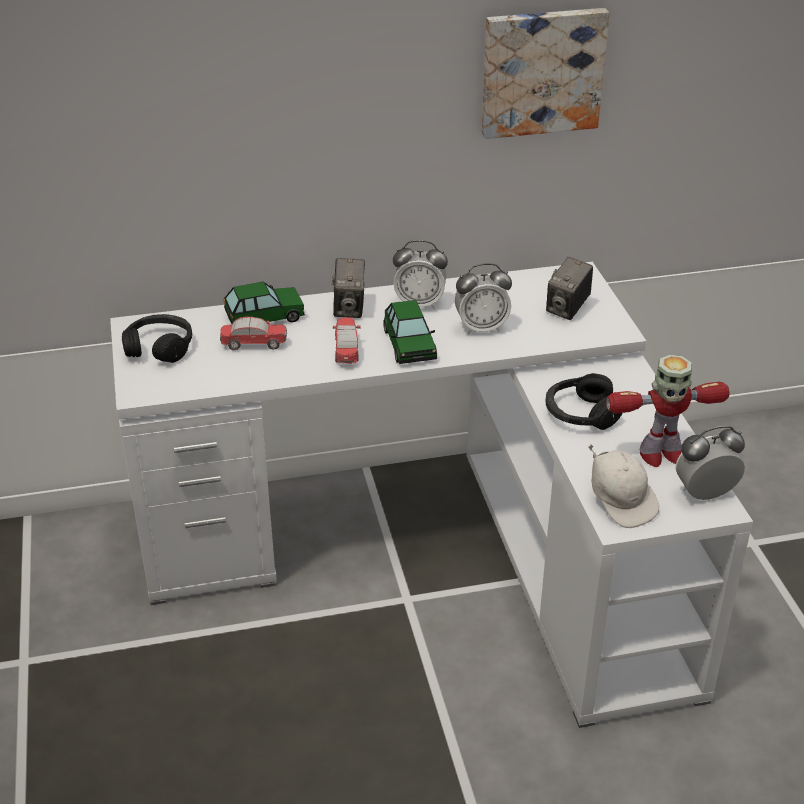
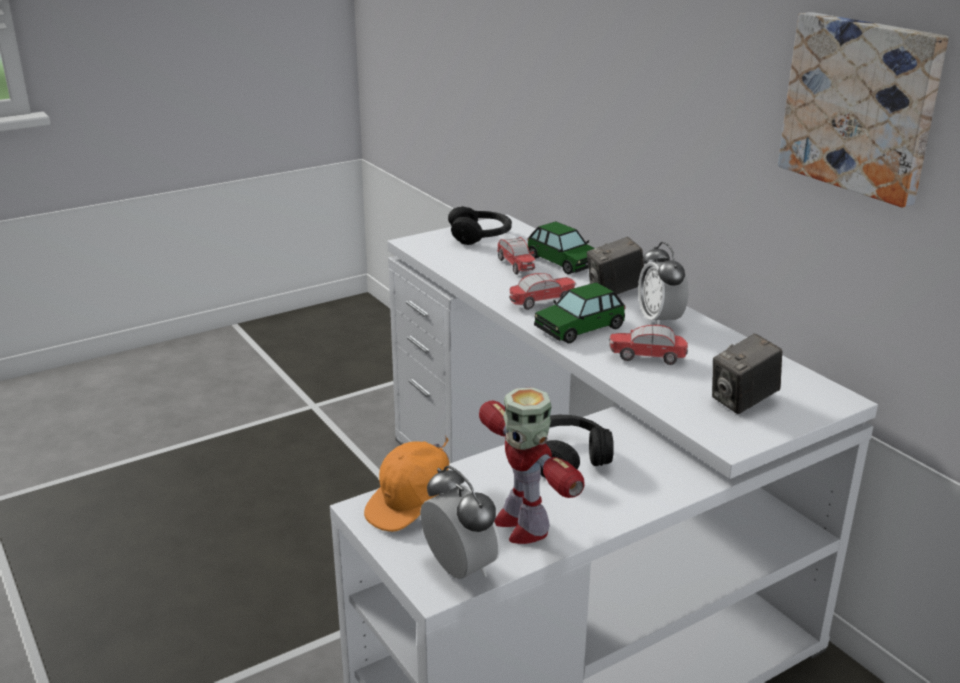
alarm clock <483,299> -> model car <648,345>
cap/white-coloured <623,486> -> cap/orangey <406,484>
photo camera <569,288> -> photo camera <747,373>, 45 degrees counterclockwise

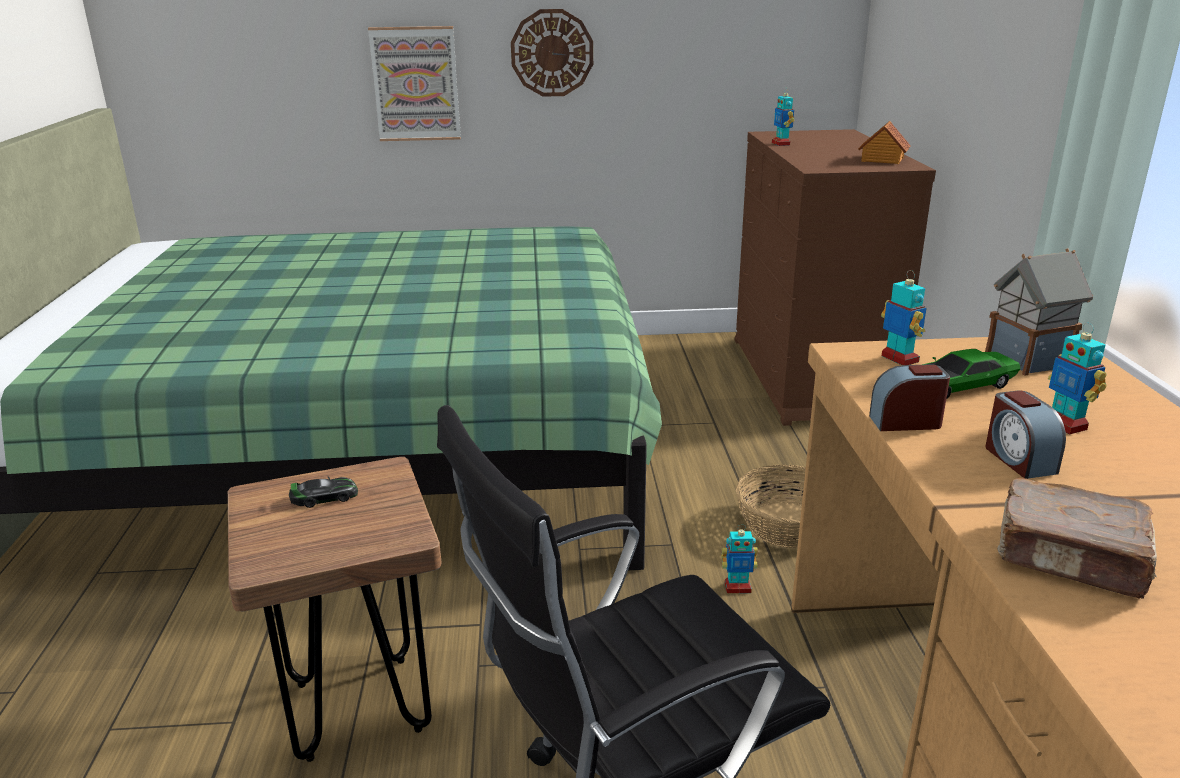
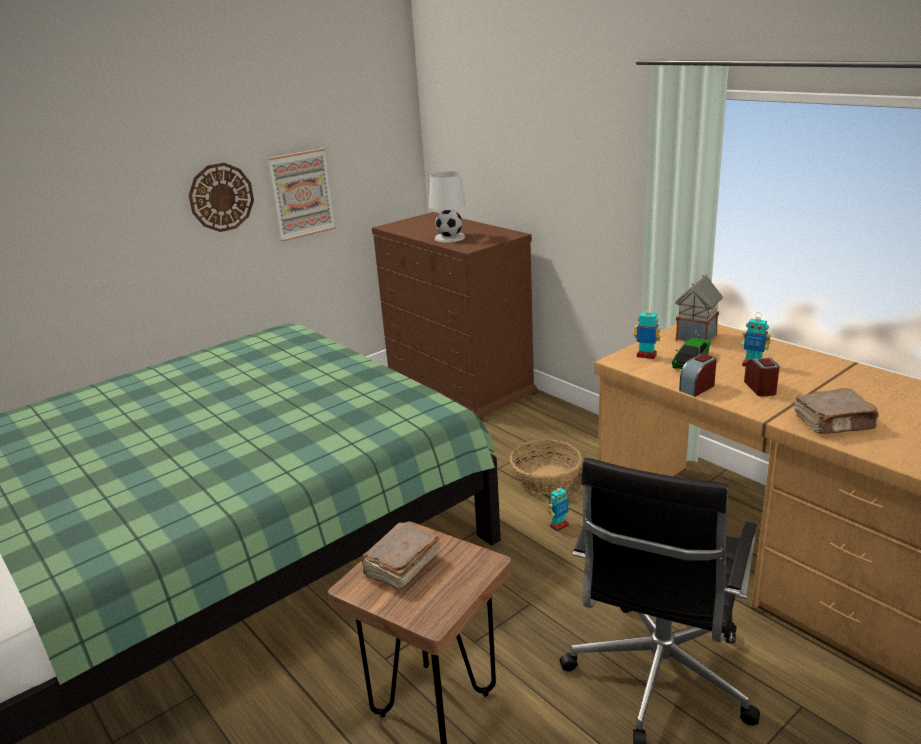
robot figure <783,119> -> none
toy house <884,142> -> none
none -> tabletop lamp/white-coloured <447,207>
wall picture <414,83> -> wall picture <302,194>, shifted
model car <323,492> -> volume/brown-coloured <400,556>
alarm clock <1025,435> -> alarm clock <762,377>, 135 degrees counterclockwise

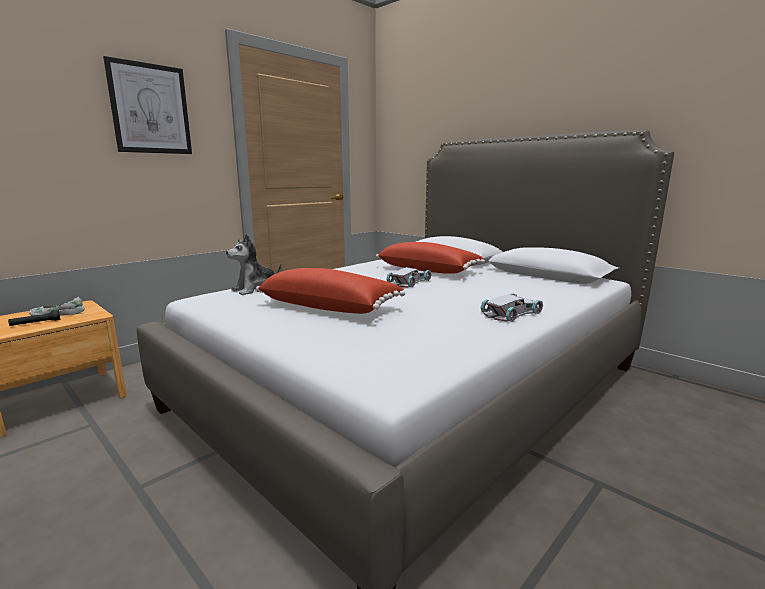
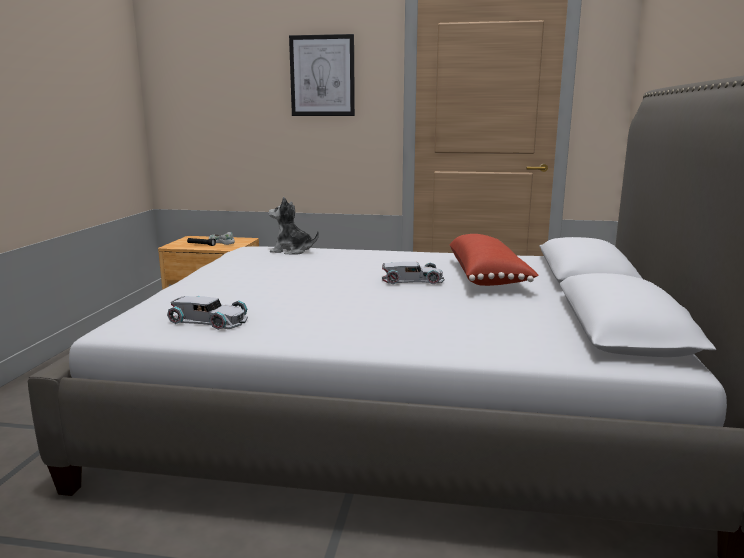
throw pillow/red <330,291> -> none
model car/white-coloured <511,307> -> model car/white-coloured <207,313>, shifted

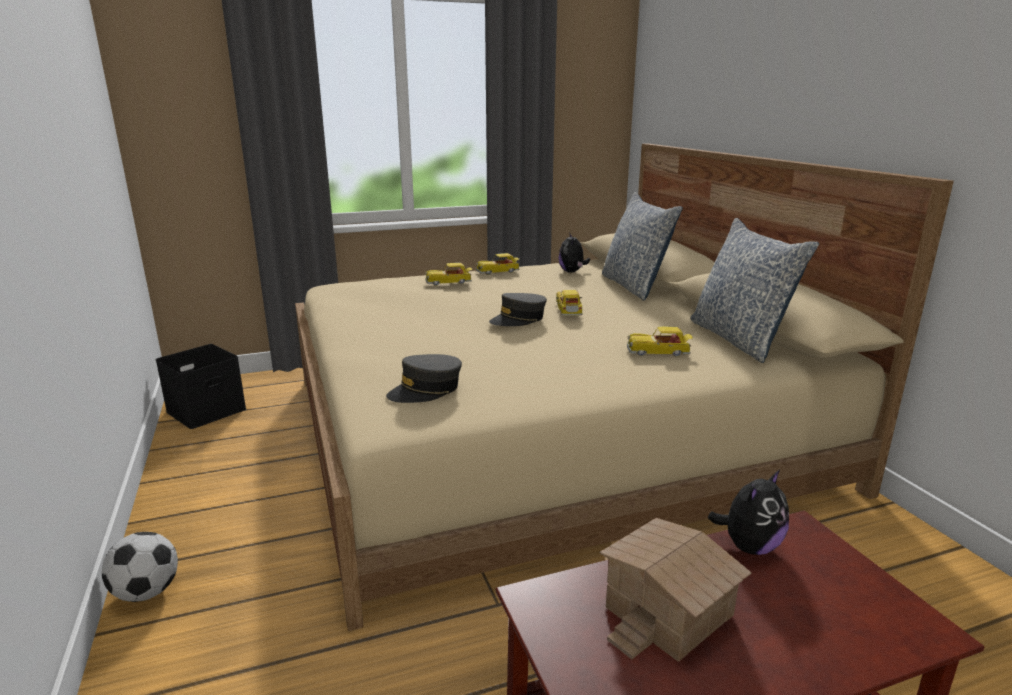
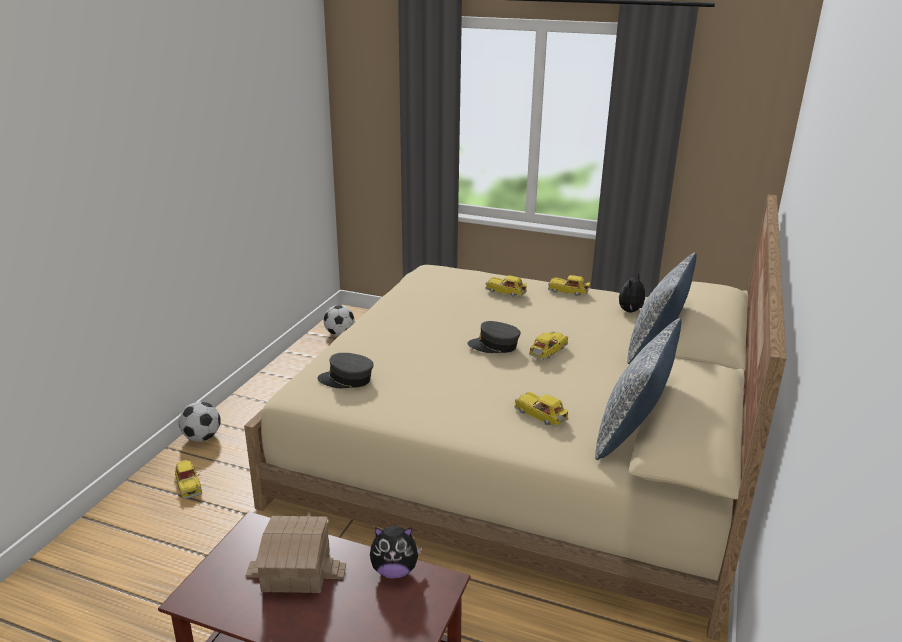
none -> model car <188,479>
storage container/blackish <201,386> -> football <339,320>

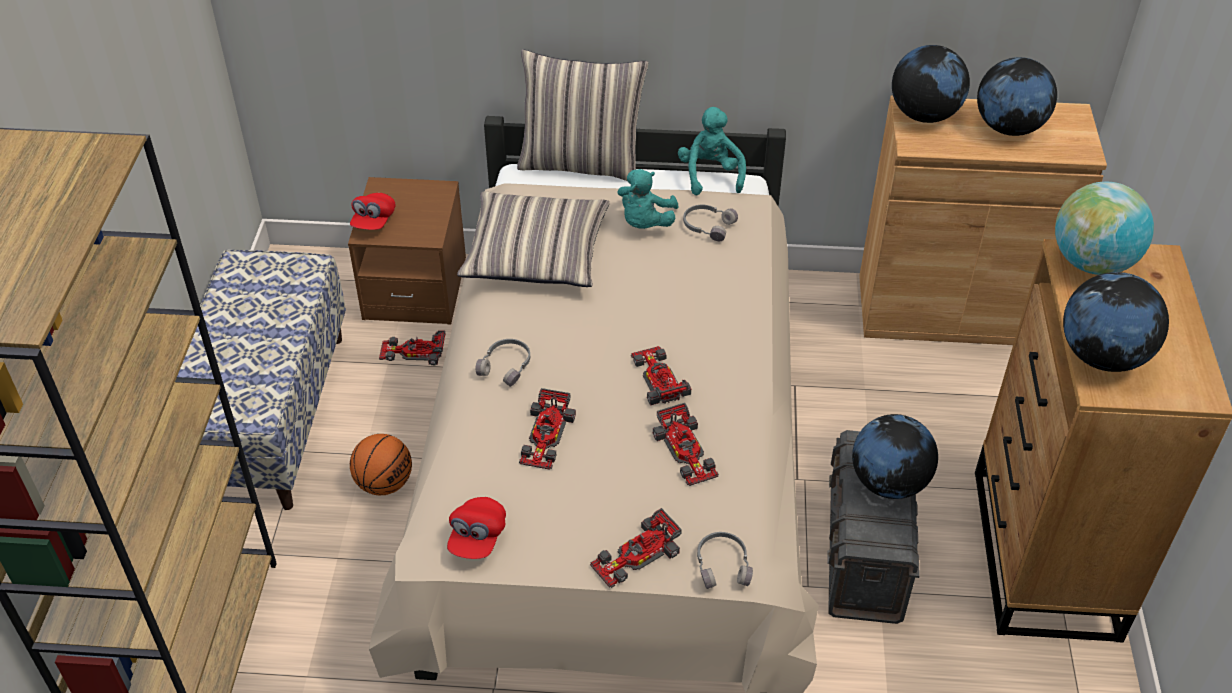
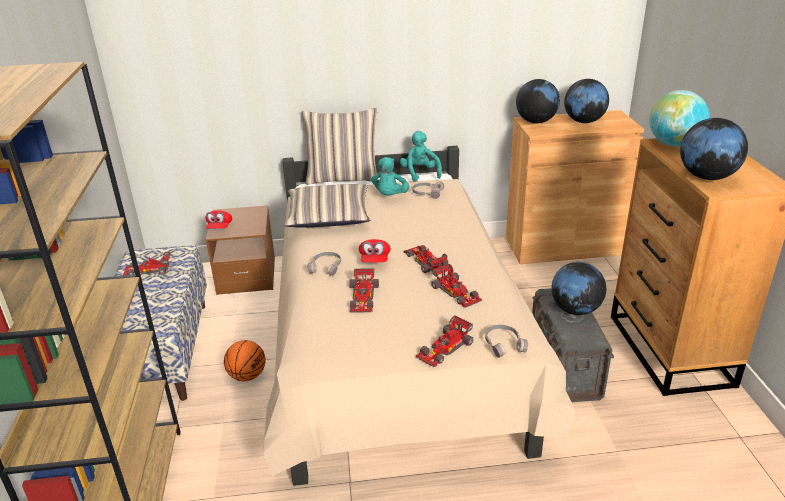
model car <412,347> -> model car <146,263>, shifted
cap/red <476,528> -> cap/red <375,251>, shifted

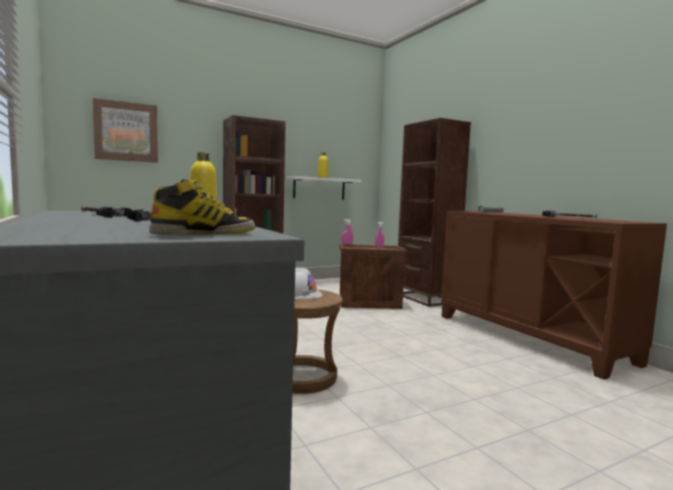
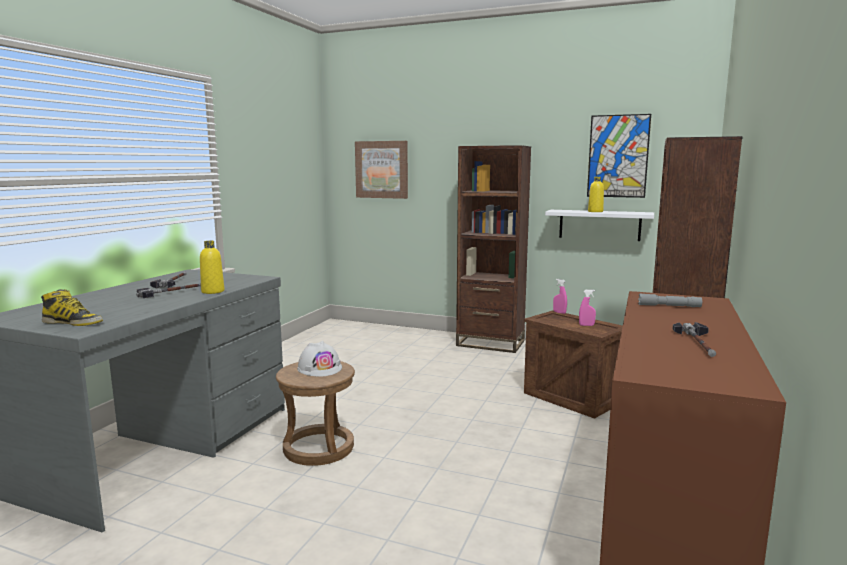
none -> wall picture <619,156>

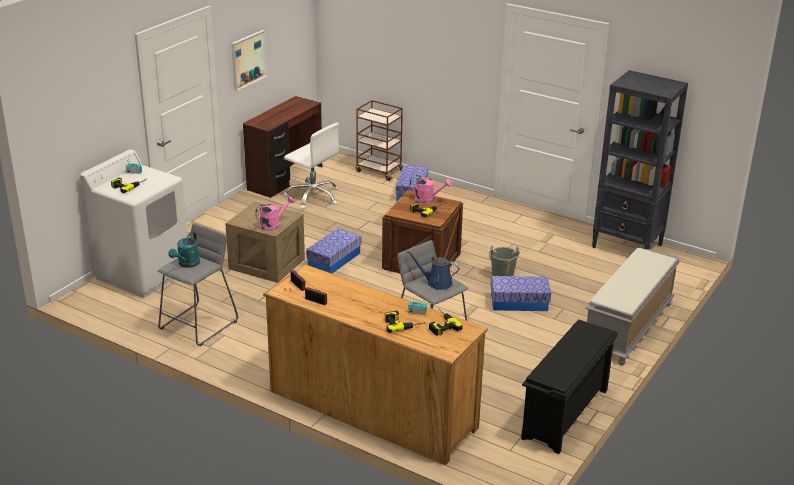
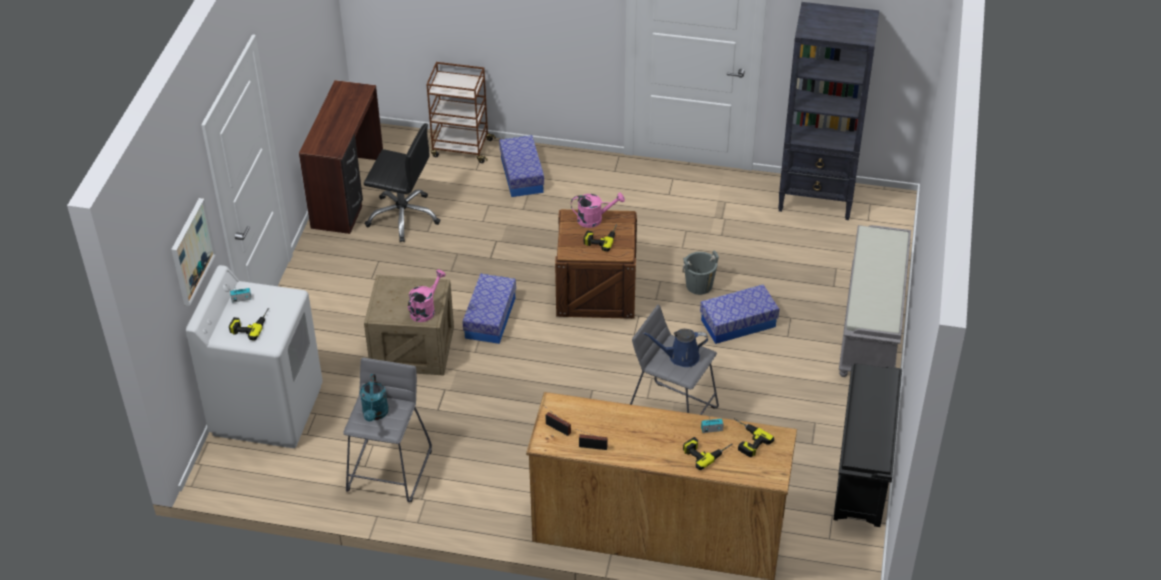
wall picture <249,60> -> wall picture <193,252>, shifted
desk chair/white-coloured <311,165> -> desk chair/blackish <402,182>

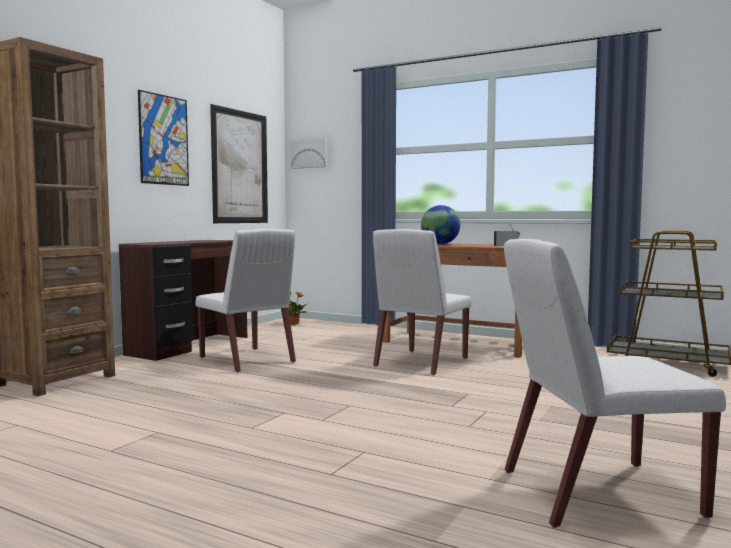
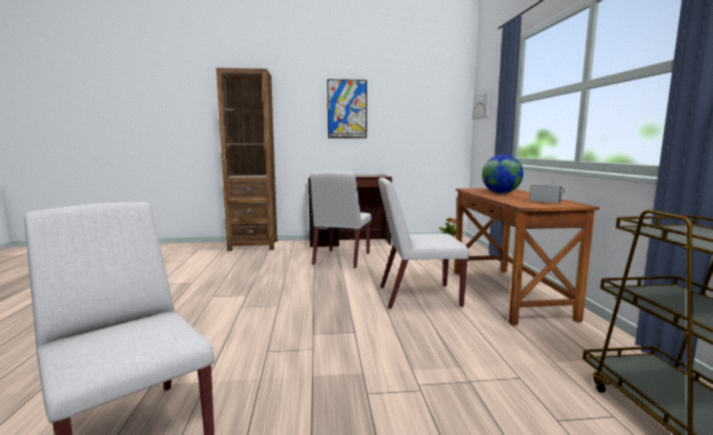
wall picture <239,163> -> none

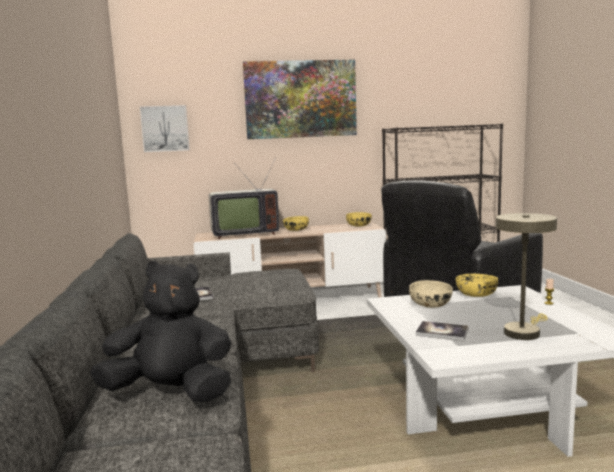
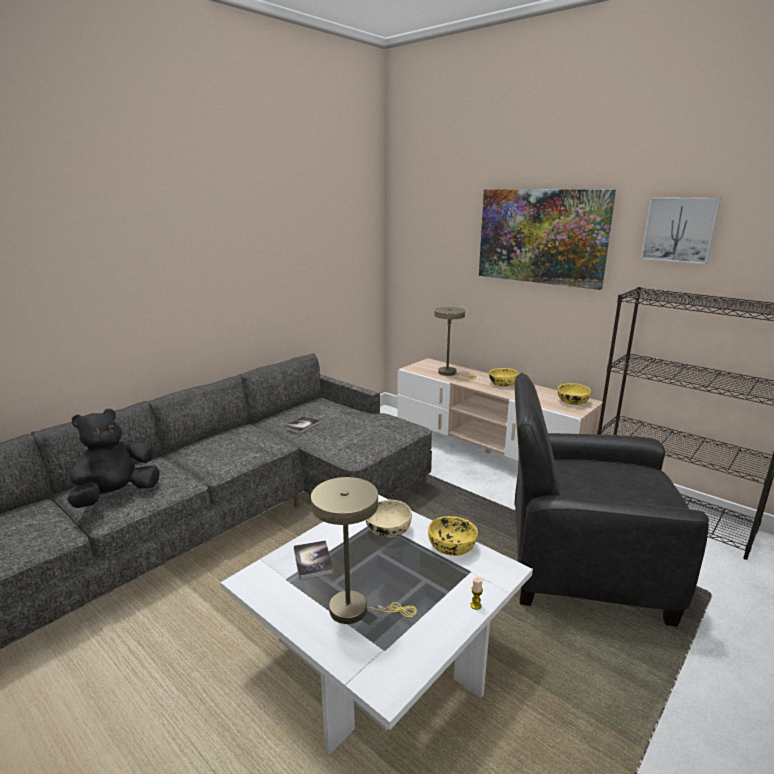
wall picture <165,128> -> wall picture <681,230>, shifted
TV <244,198> -> tabletop lamp/beige-coloured <455,343>
soft toy/blackish <161,331> -> soft toy/blackish <113,458>, 105 degrees counterclockwise

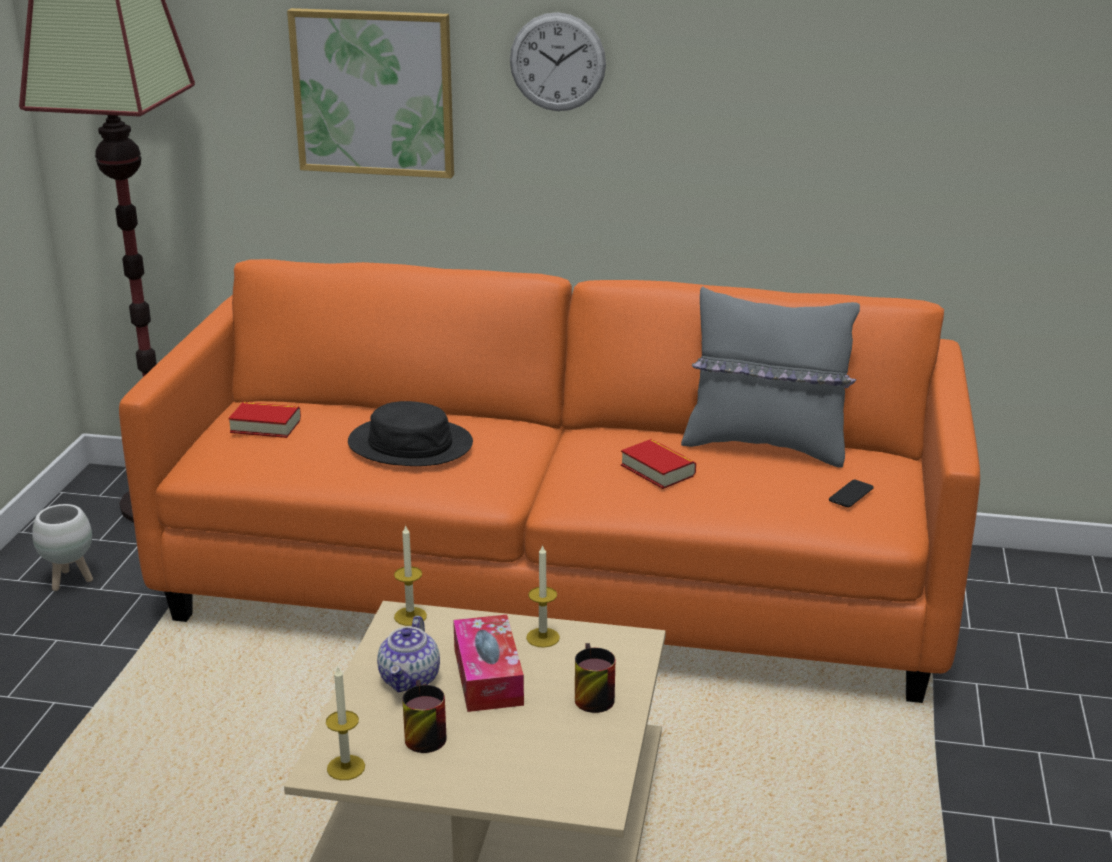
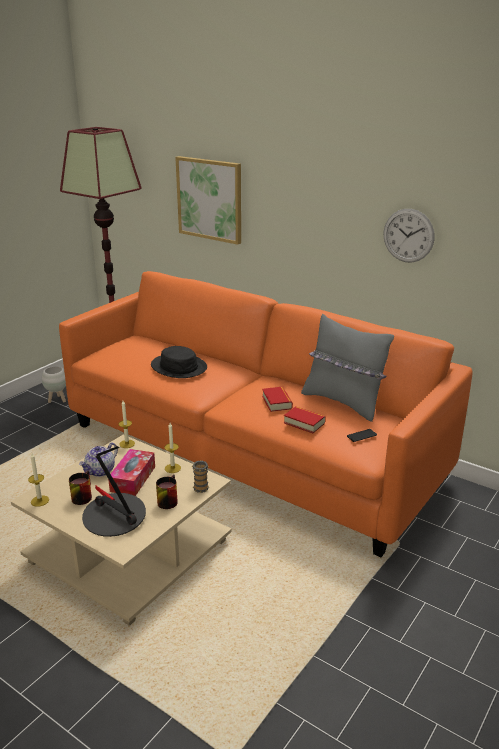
none -> tabletop lamp <114,491>
none -> mug <200,476>
volume <264,420> -> volume <305,419>, shifted
wall clock <558,61> -> wall clock <409,236>, shifted

